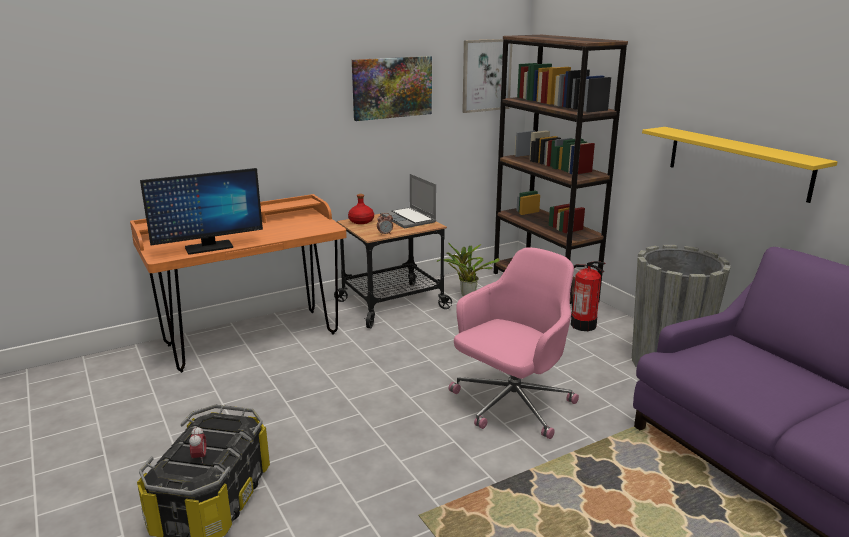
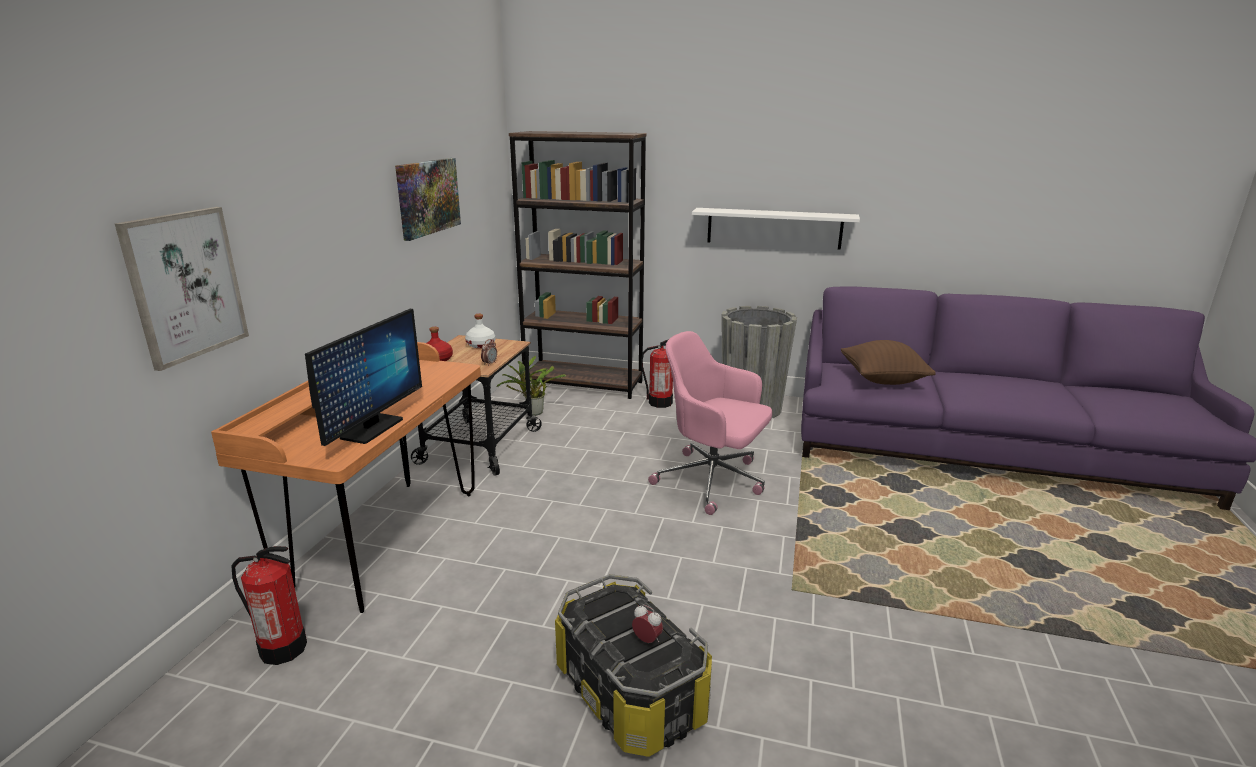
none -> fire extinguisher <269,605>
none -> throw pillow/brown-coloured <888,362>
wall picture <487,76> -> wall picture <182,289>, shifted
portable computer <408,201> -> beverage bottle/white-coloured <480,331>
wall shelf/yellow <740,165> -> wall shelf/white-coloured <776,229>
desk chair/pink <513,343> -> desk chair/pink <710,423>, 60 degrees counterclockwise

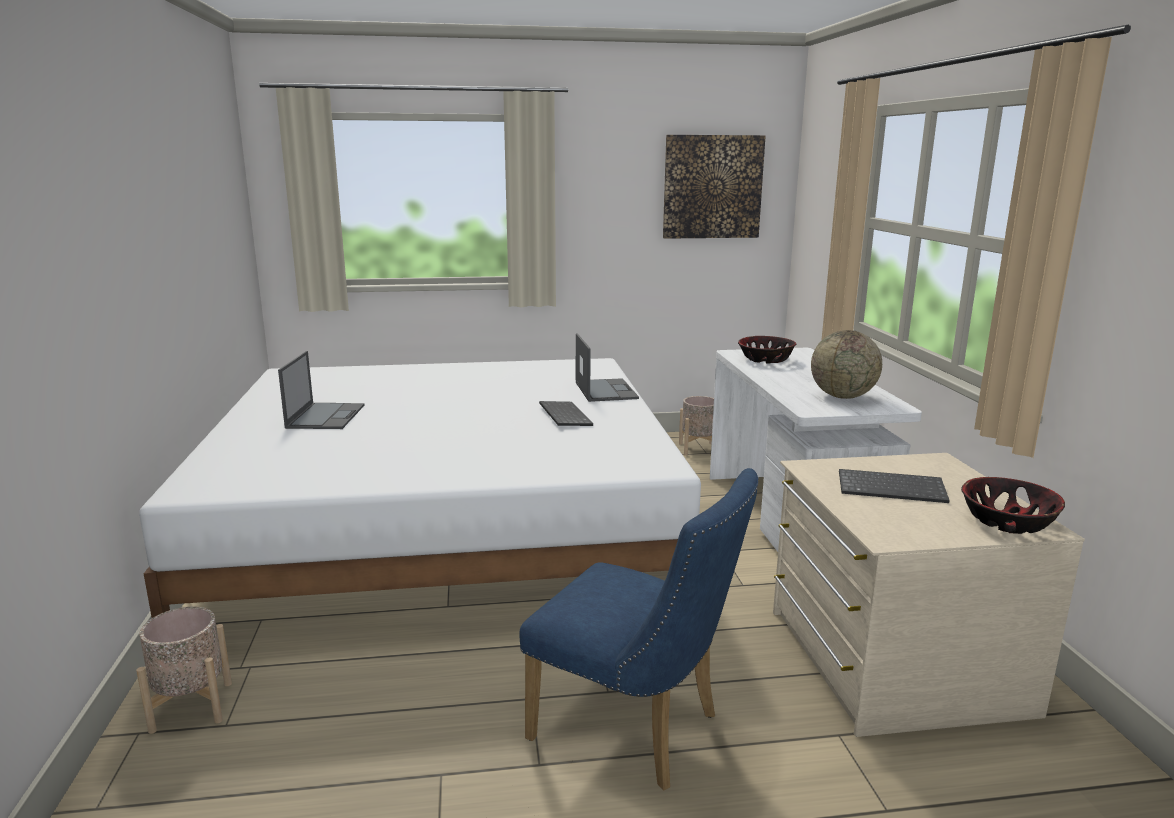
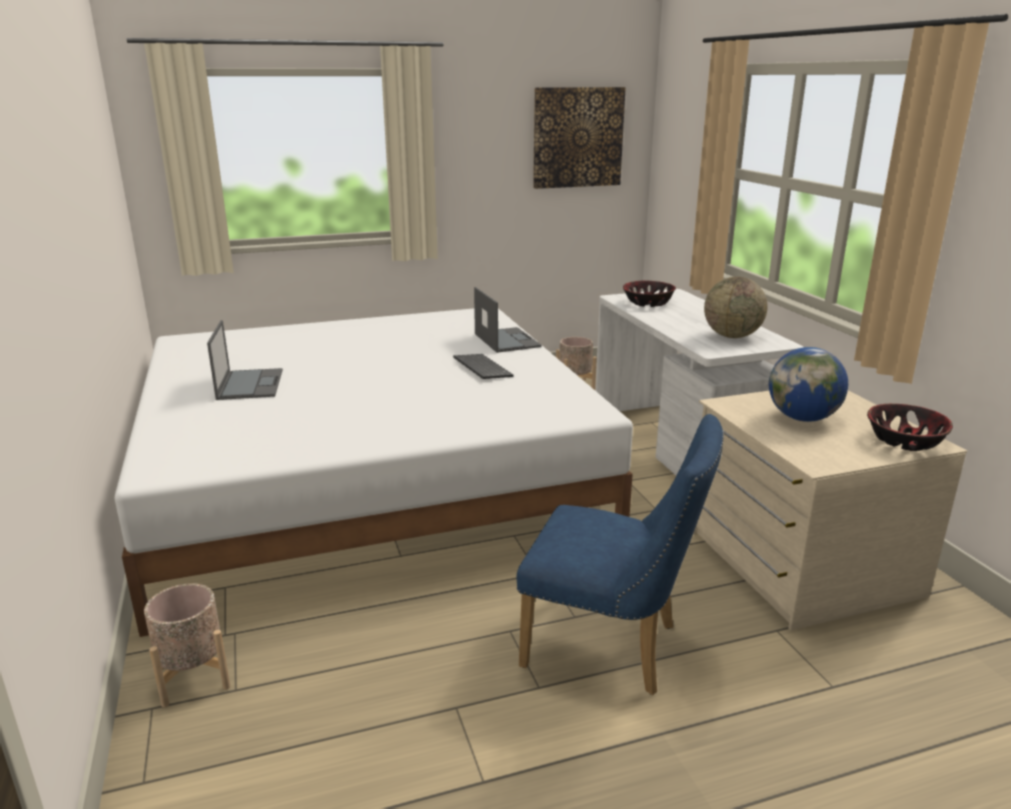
keyboard <894,486> -> desk globe <808,384>

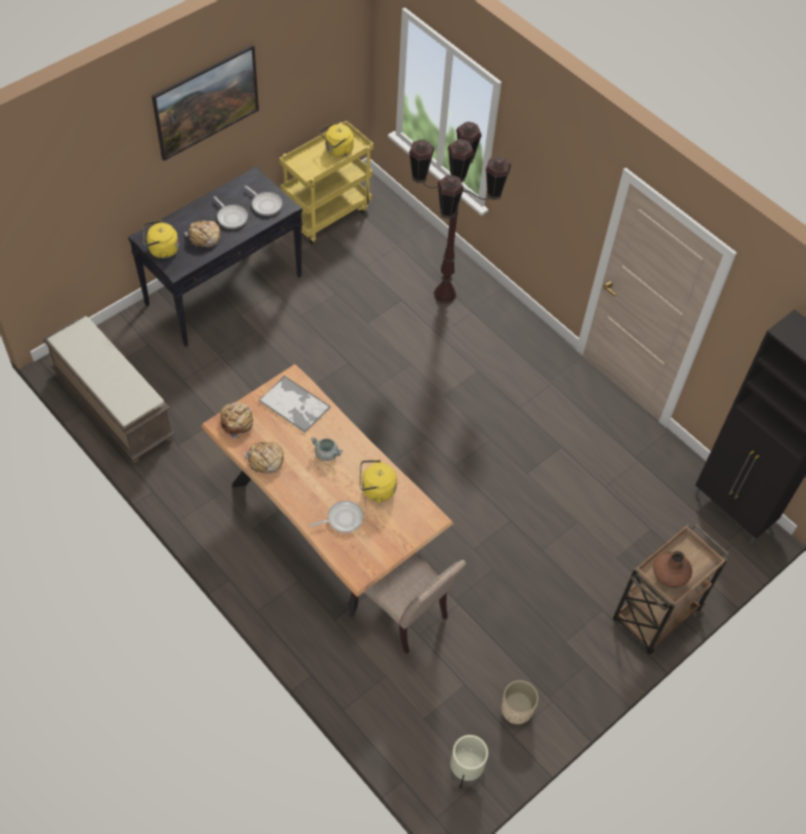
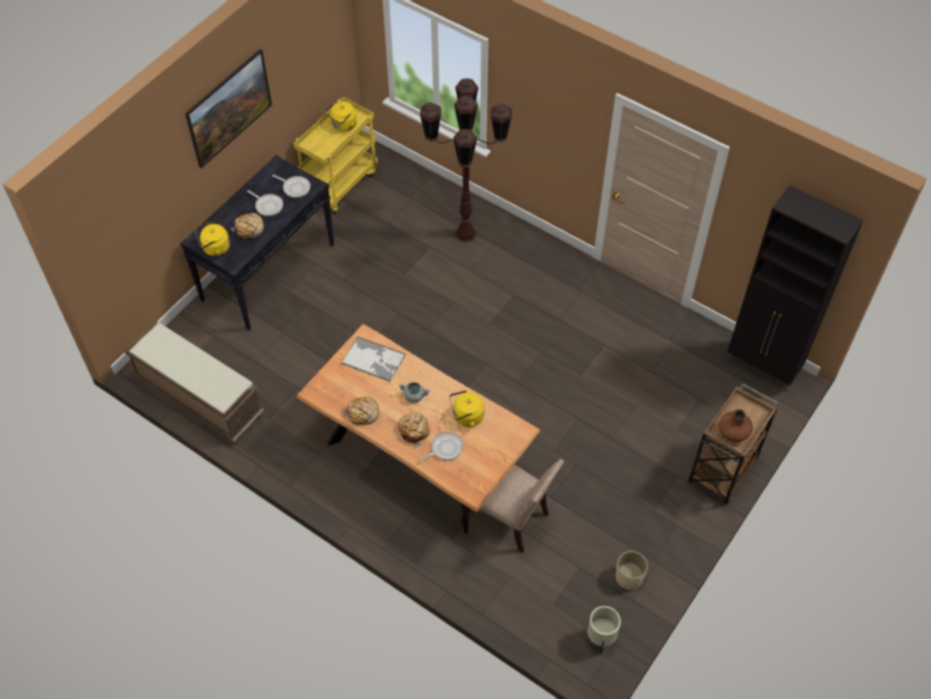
baked bread <237,420> -> baked bread <414,430>, shifted

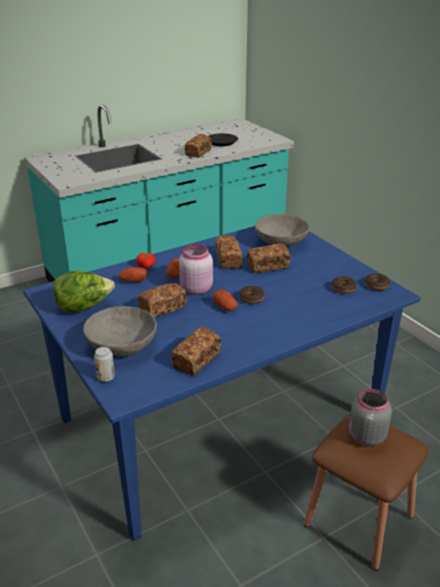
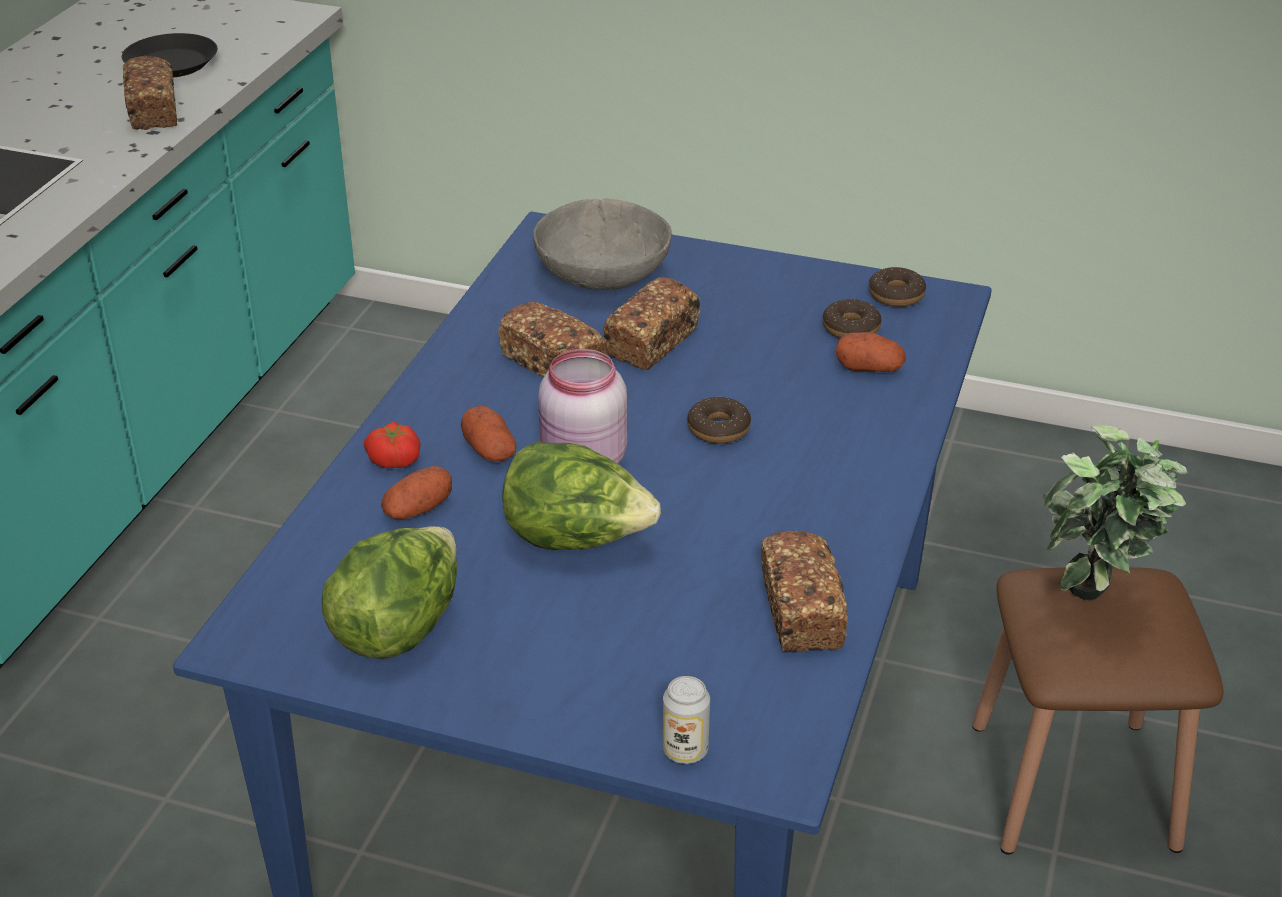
serving bowl/greyish <120,331> -> none
potato <225,300> -> potato <871,352>, shifted
baked bread <162,300> -> head of lettuce <581,496>
preserve jar/greyish <370,417> -> plant in a pot <1115,512>

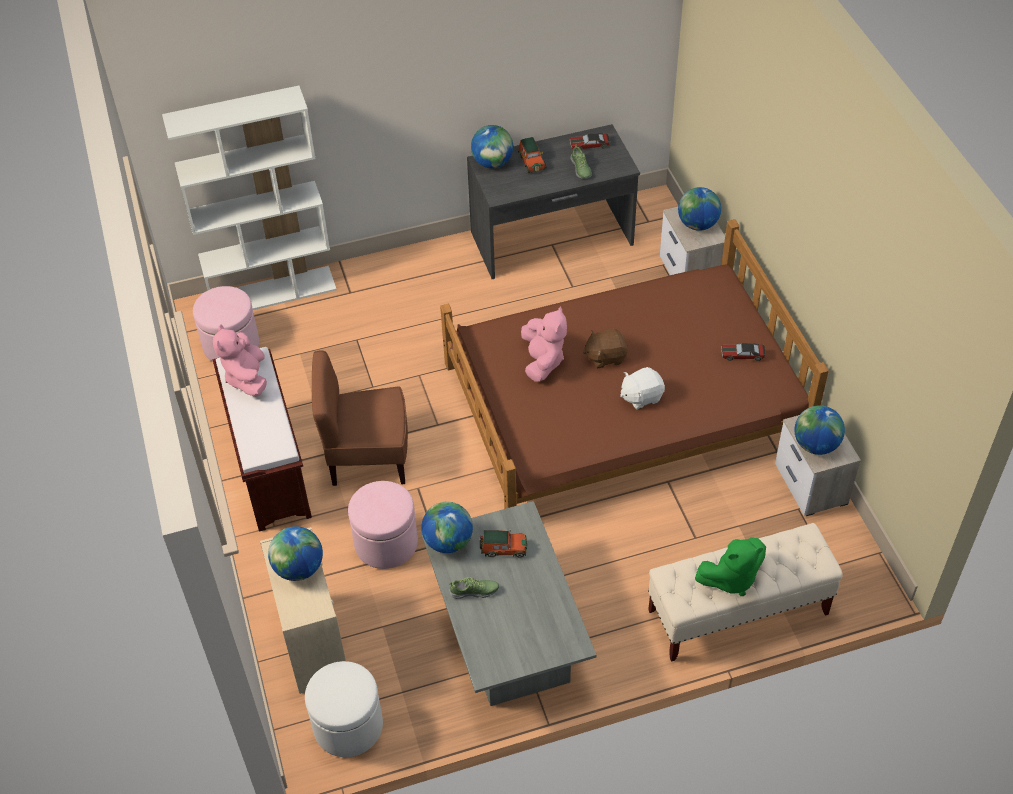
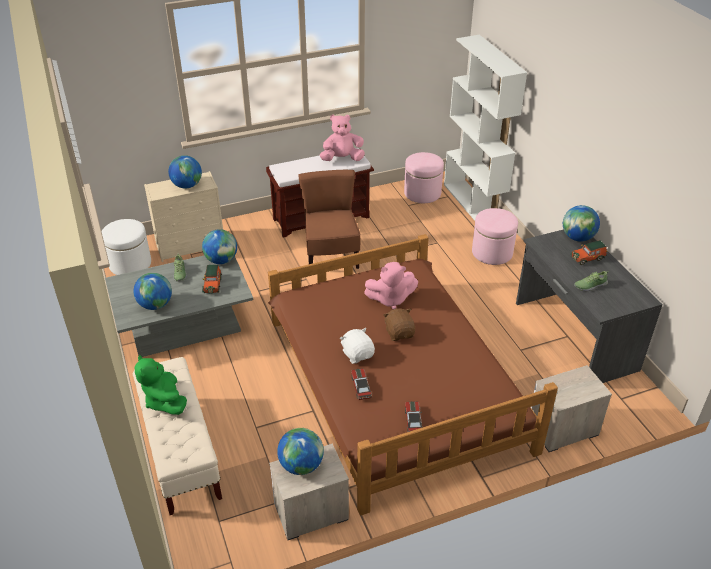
footrest/pink <383,525> -> footrest/pink <495,236>, shifted
model car <590,141> -> model car <361,384>, shifted
desk globe <699,209> -> desk globe <152,291>, shifted

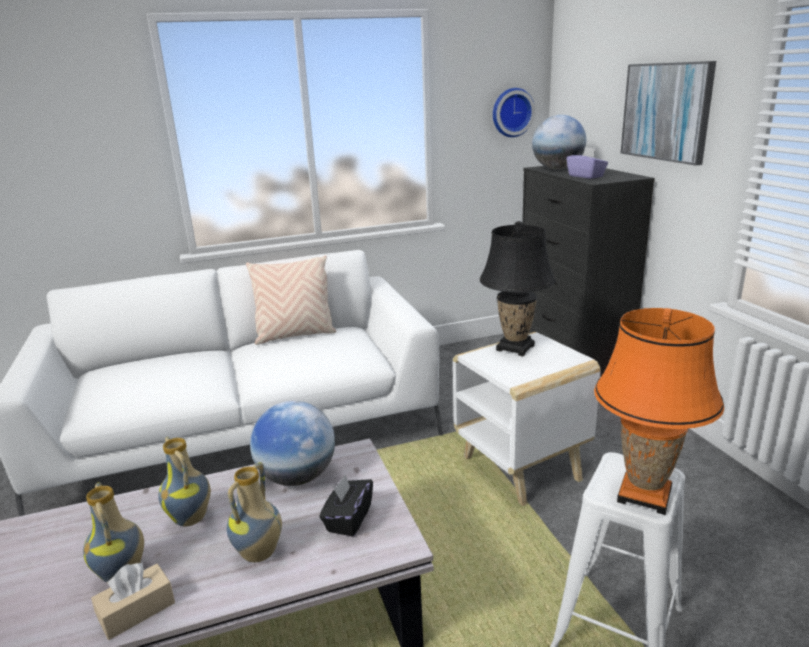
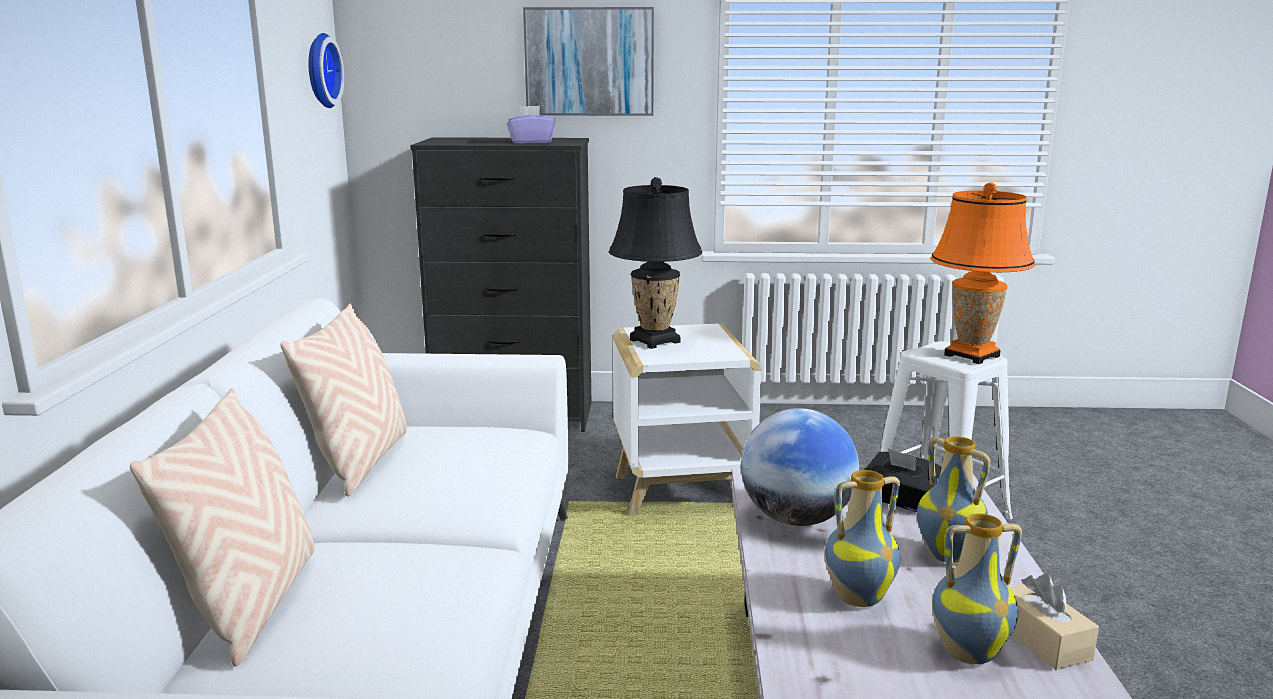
desk globe <559,142> -> none
none -> throw pillow/beige-coloured <222,527>

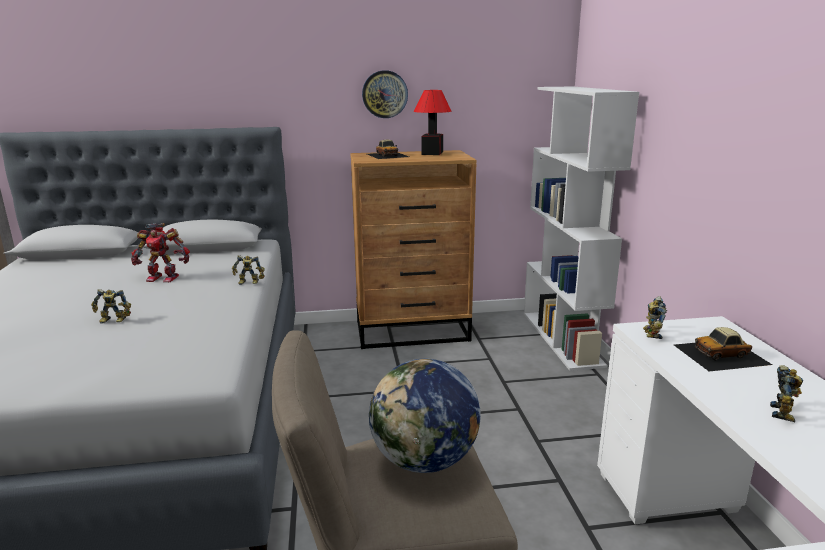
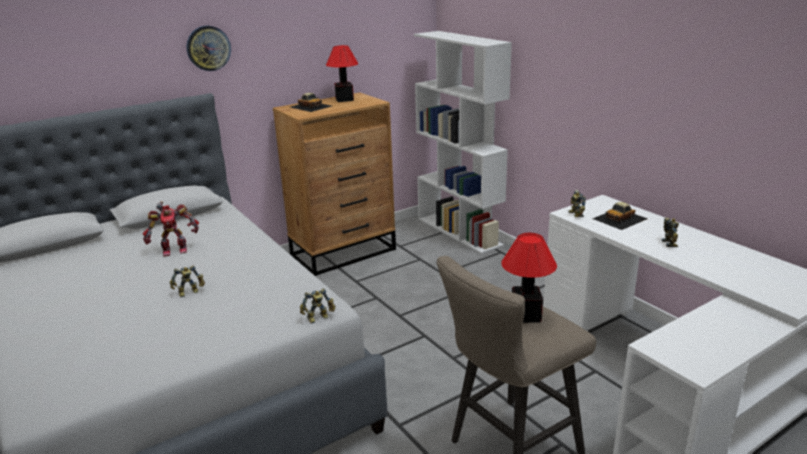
robot figure <248,270> -> robot figure <318,305>, shifted
wall clock <385,94> -> wall clock <209,48>, shifted
desk globe <425,415> -> tabletop lamp <529,278>

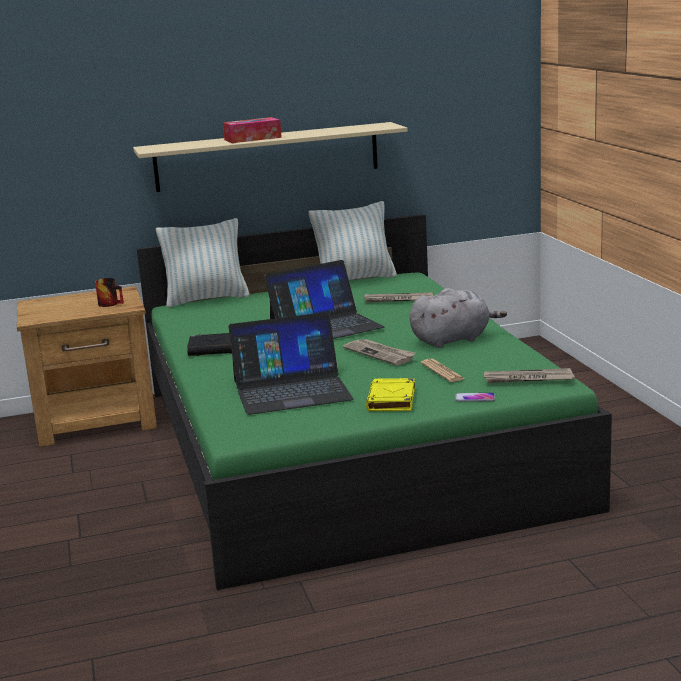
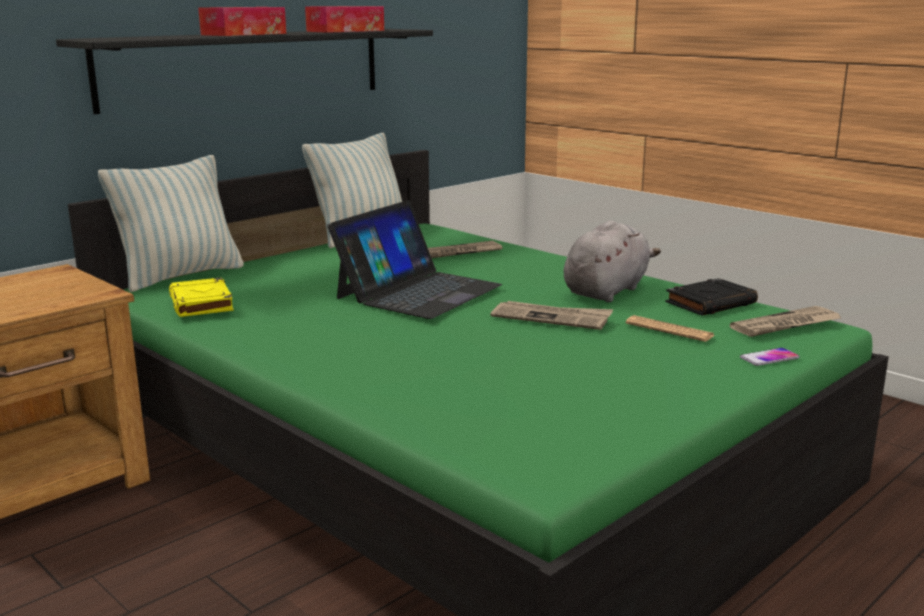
mug <109,292> -> none
portable computer <290,363> -> none
none -> box of tissues <344,19>
volume/blackish <209,344> -> volume/blackish <712,297>, shifted
volume/yellow <390,394> -> volume/yellow <201,297>, shifted
wall shelf/beige-coloured <270,157> -> wall shelf/blackish <244,71>

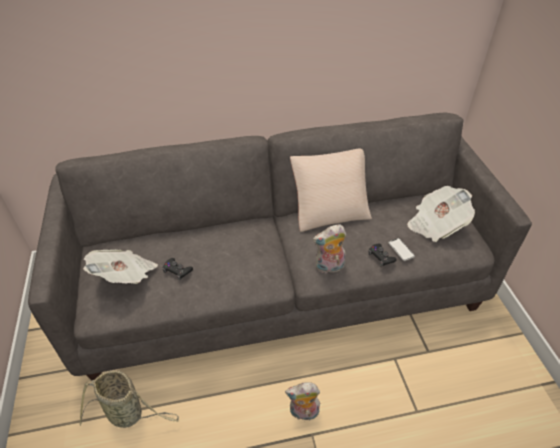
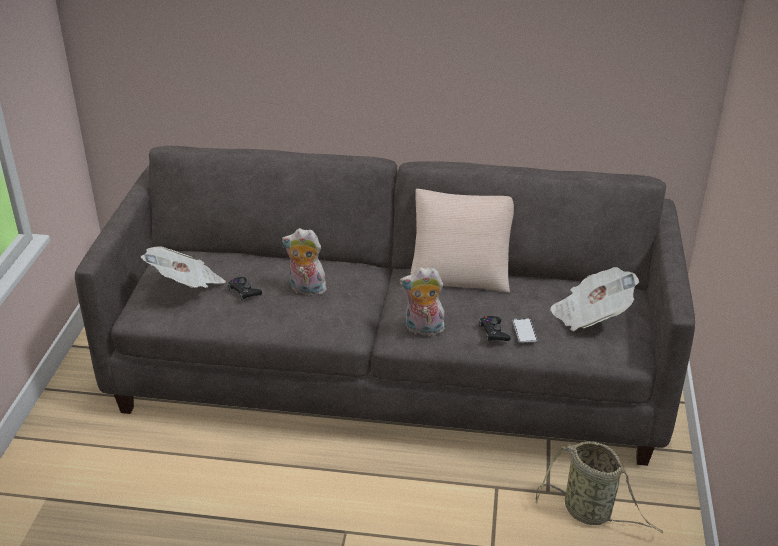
household basket <129,399> -> household basket <599,487>, shifted
soft toy <302,402> -> soft toy <304,262>, shifted

